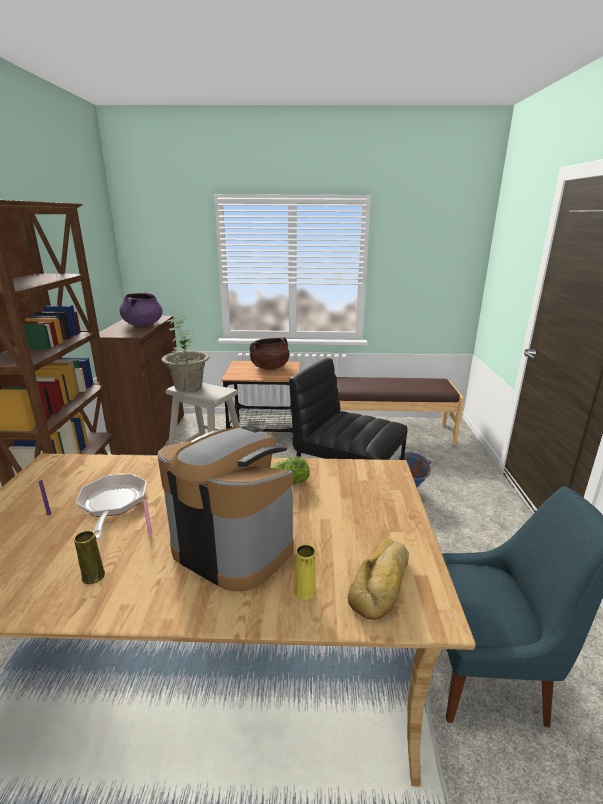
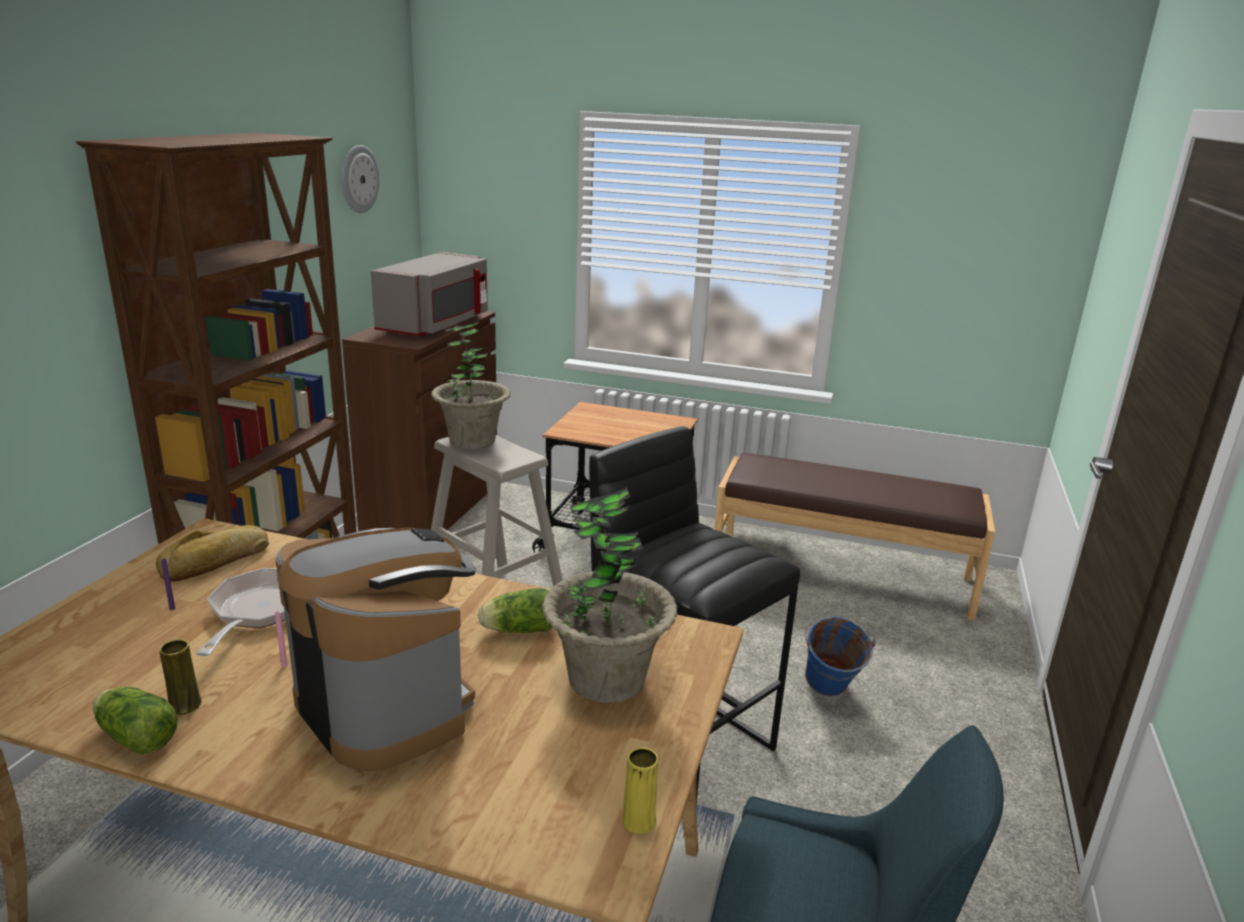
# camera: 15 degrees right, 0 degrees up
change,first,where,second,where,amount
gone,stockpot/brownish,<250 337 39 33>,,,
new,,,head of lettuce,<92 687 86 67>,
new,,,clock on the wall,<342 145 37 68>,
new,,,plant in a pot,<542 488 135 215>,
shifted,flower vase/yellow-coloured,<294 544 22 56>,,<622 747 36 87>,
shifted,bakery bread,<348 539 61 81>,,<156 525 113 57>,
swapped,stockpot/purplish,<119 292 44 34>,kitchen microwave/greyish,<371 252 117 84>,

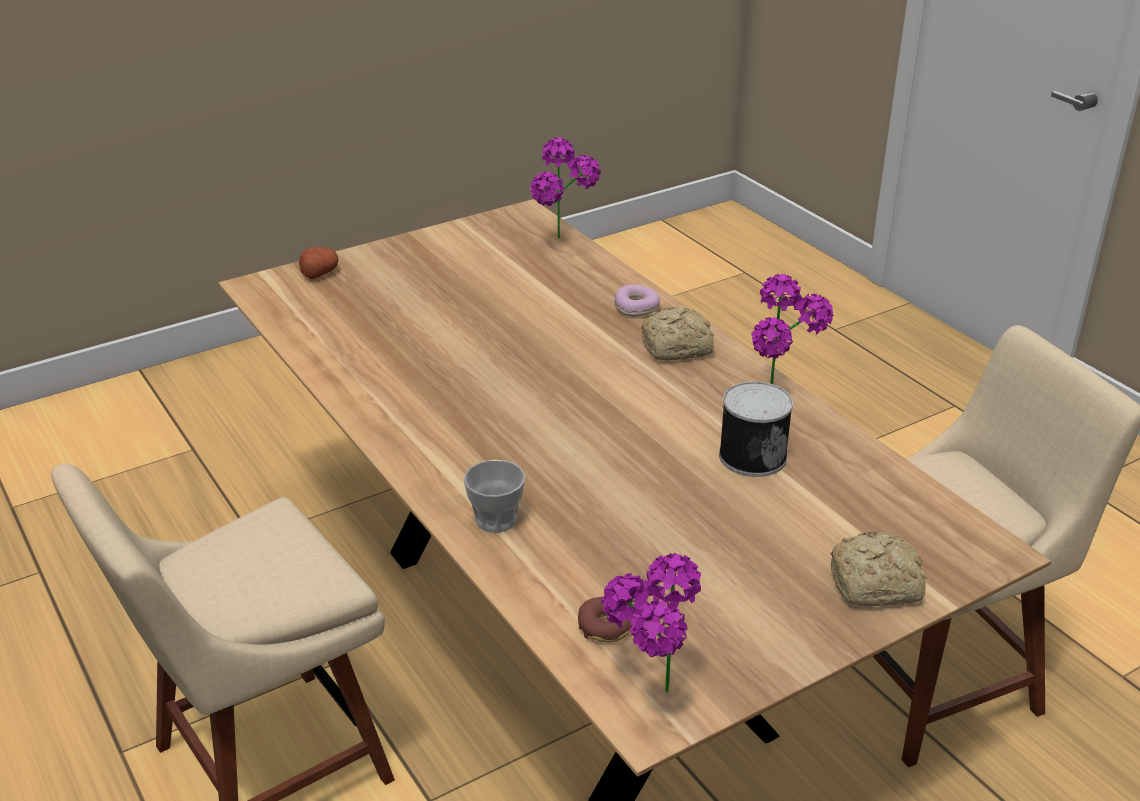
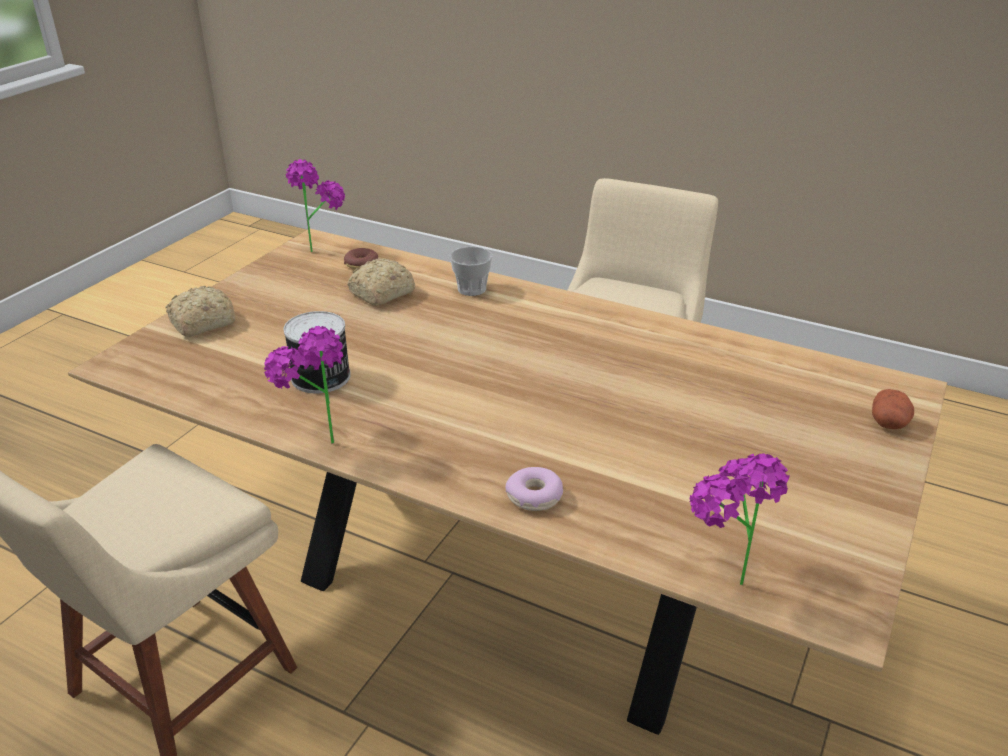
# camera: 150 degrees right, 0 degrees up
change,first,where,second,where,amount
shifted,bakery bread,<641 307 73 54>,,<348 258 67 48>,

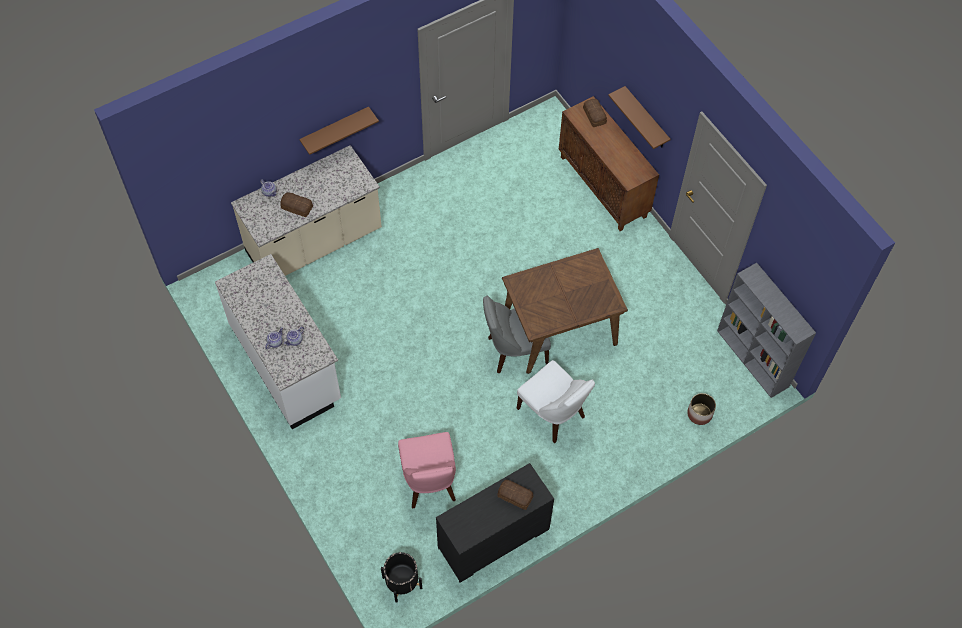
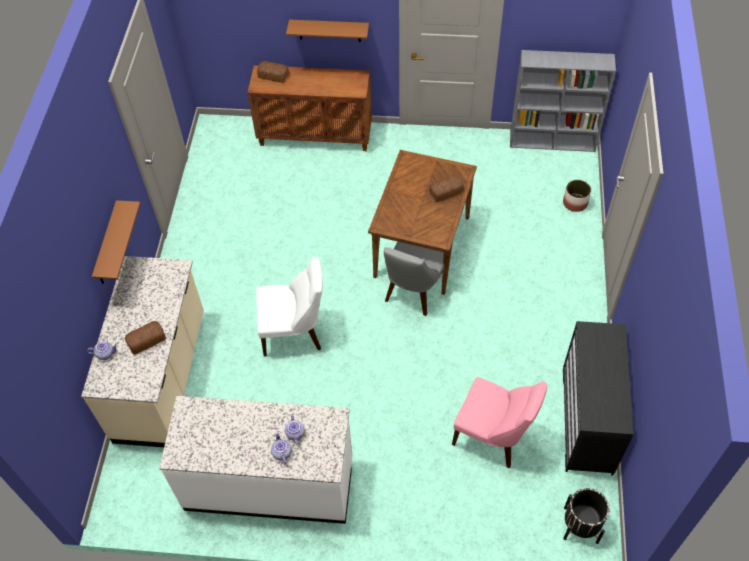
# camera: 50 degrees left, 5 degrees down
change,first,where,second,where,amount
shifted,bakery bread,<497 480 36 30>,,<429 175 35 27>,
shifted,upright chair/white,<517 360 78 83>,,<256 257 67 100>,

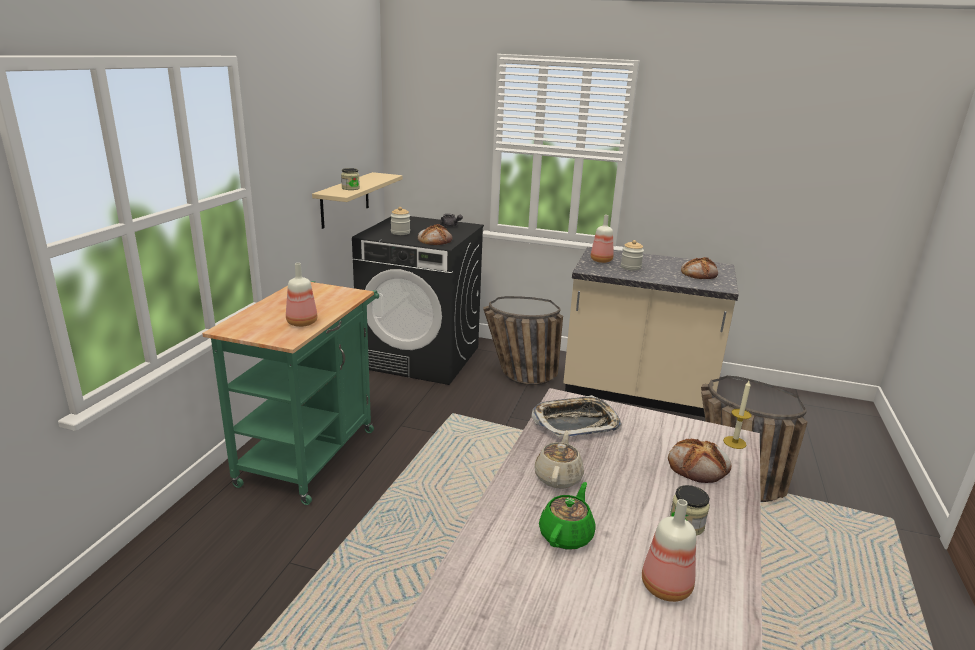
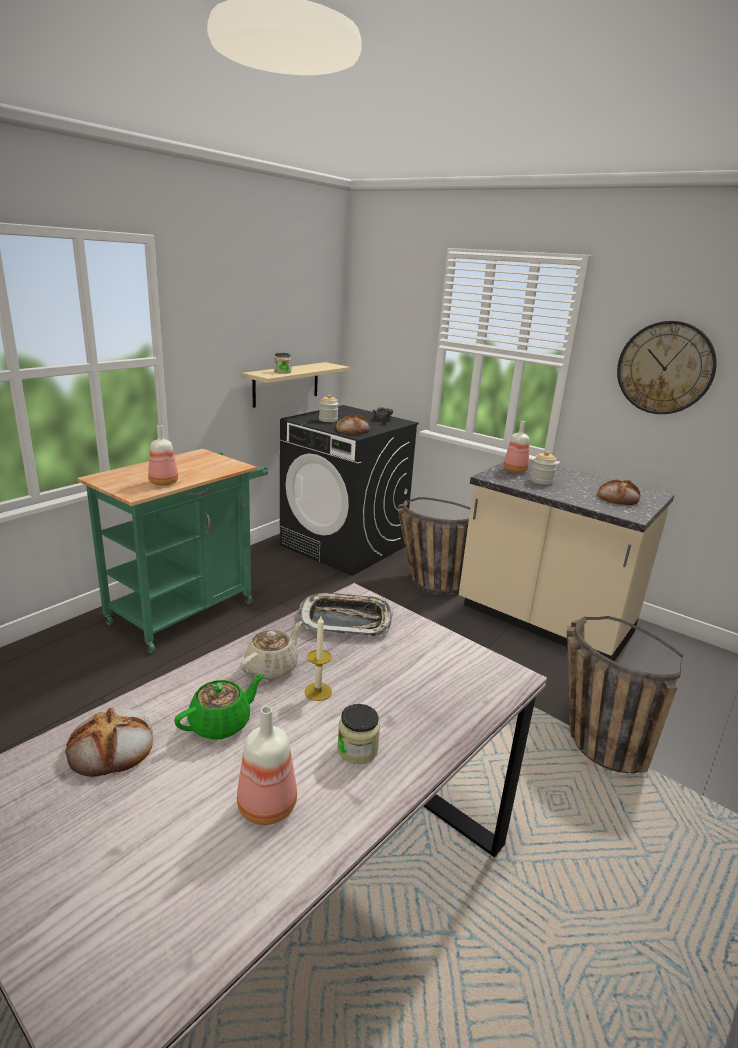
# camera: 20 degrees right, 0 degrees up
change,first,where,second,where,amount
new,,,clock on the wall,<617 321 100 93>,
shifted,bakery bread,<668 439 63 44>,,<65 708 88 69>,
shifted,candle,<723 381 29 68>,,<304 616 28 85>,

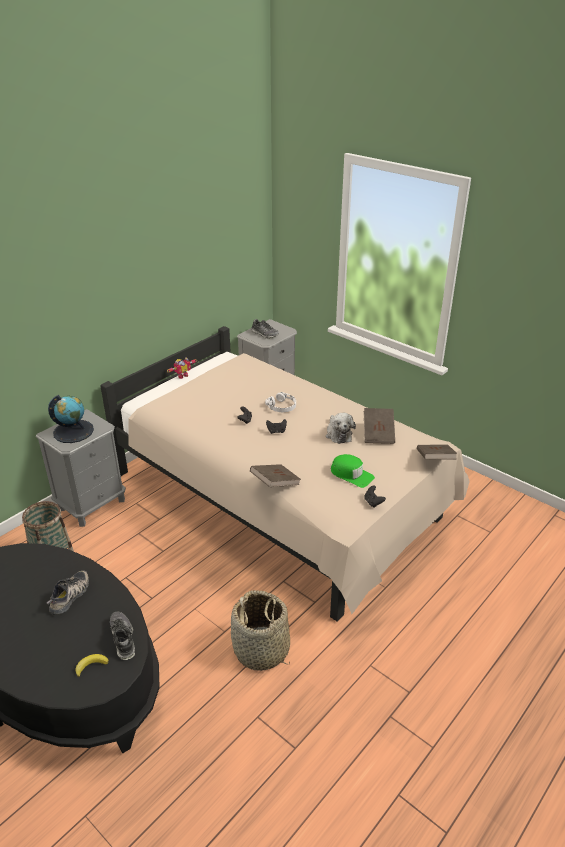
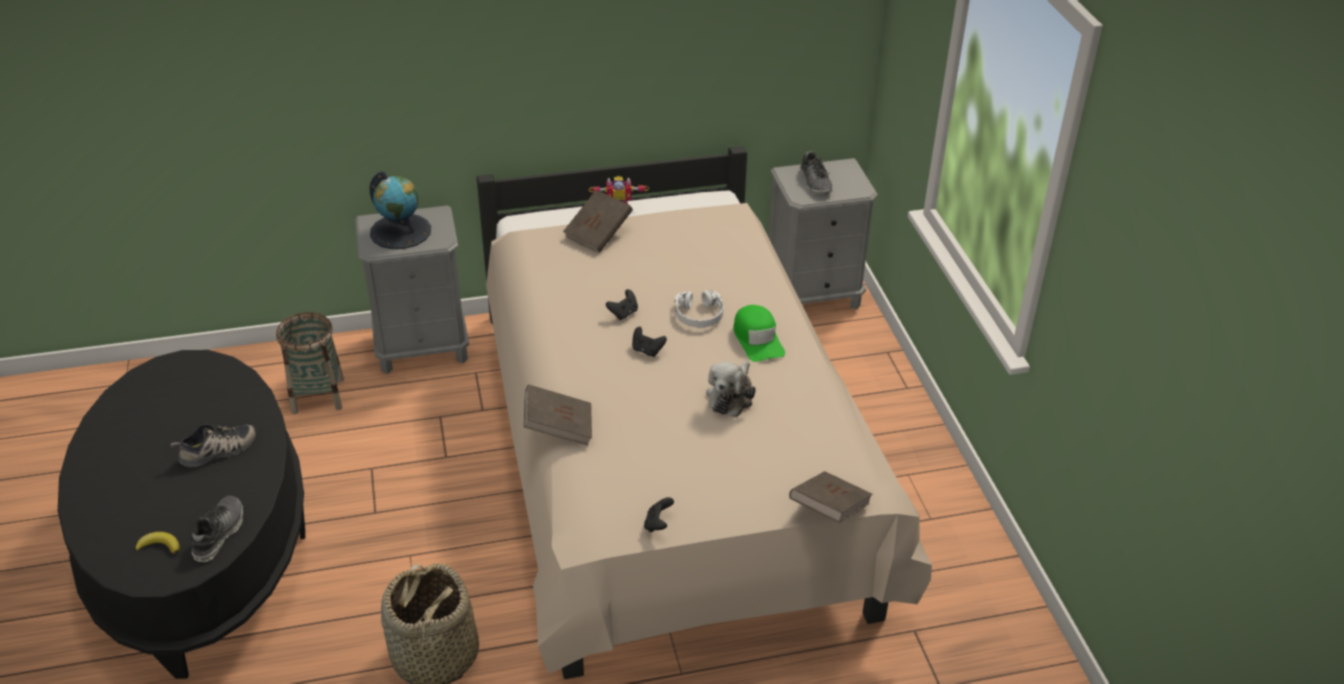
# camera: 35 degrees right, 5 degrees up
change,first,where,second,where,amount
shifted,peaked cap/greenish,<331 454 44 34>,,<734 305 51 57>,
shifted,book/brownish,<364 408 31 36>,,<563 190 70 63>,

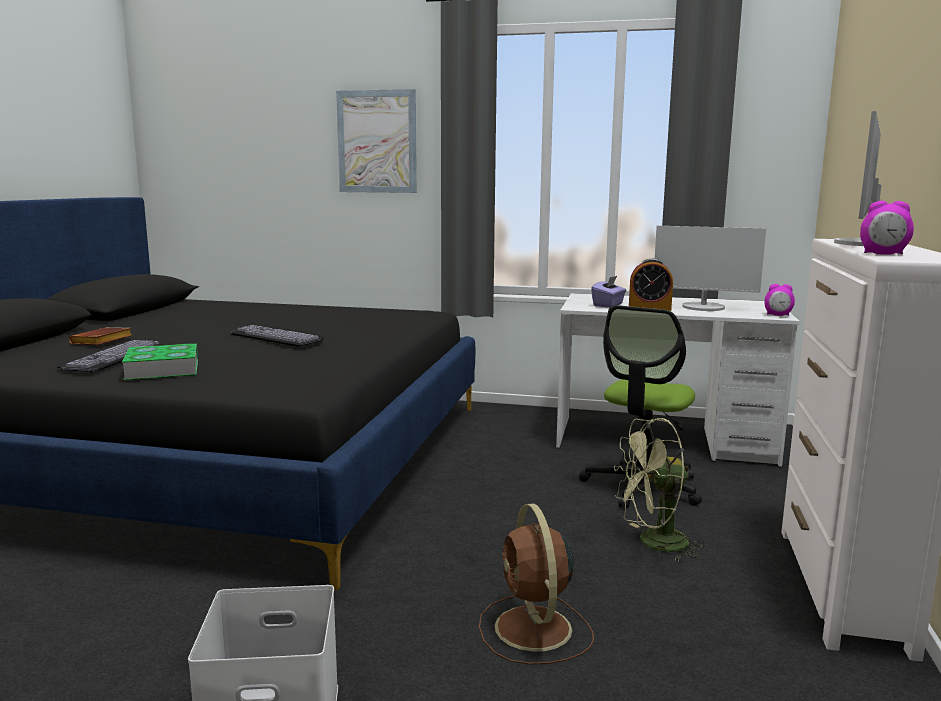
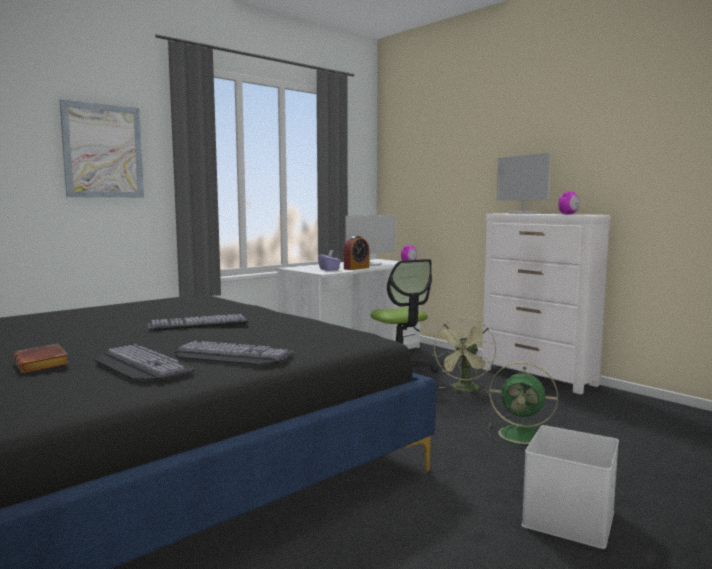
# camera: 55 degrees left, 5 degrees down
change,first,where,second,where,amount
swapped,book,<122 343 76 37>,computer keyboard,<175 341 119 24>,
repainted,fan/brownish,<479 504 115 161>,fan/greenish,<488 362 70 86>,

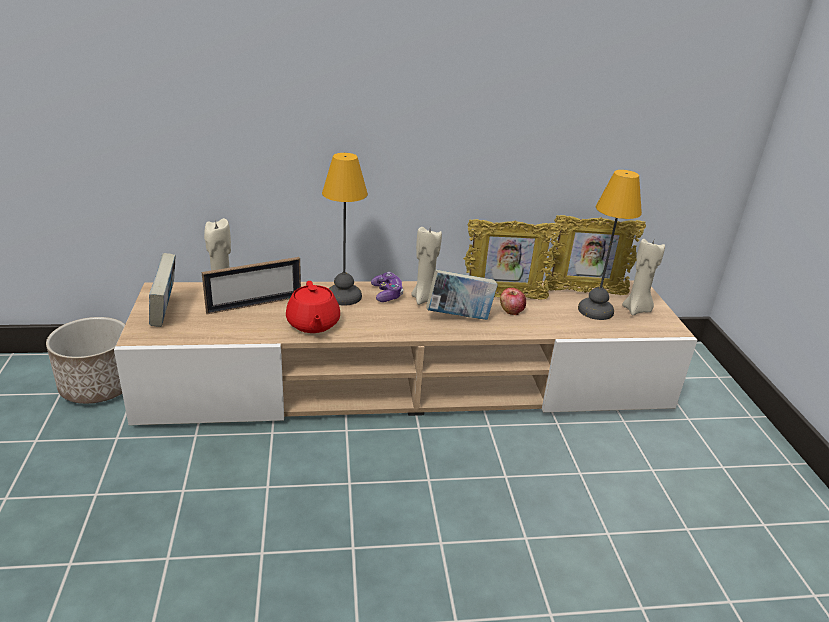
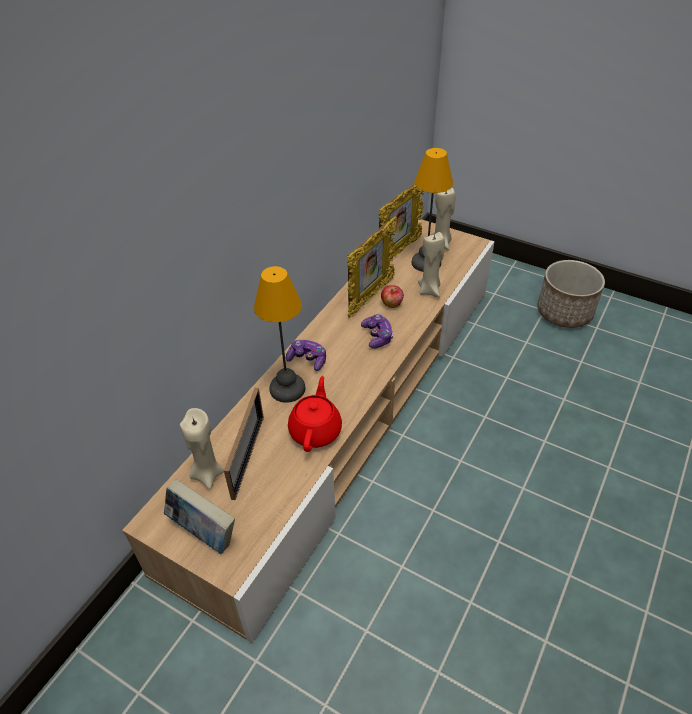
# camera: 50 degrees left, 15 degrees up
change,first,where,second,where,amount
shifted,planter,<46 317 79 87>,,<537 260 68 68>,
shifted,candle/beige,<411 227 31 78>,,<418 232 27 66>,
swapped,book,<426 269 72 51>,game controller,<361 314 33 35>,
rotated,tea pot/reddish,<286 281 54 52>,,<288 376 54 76>,105 degrees counterclockwise

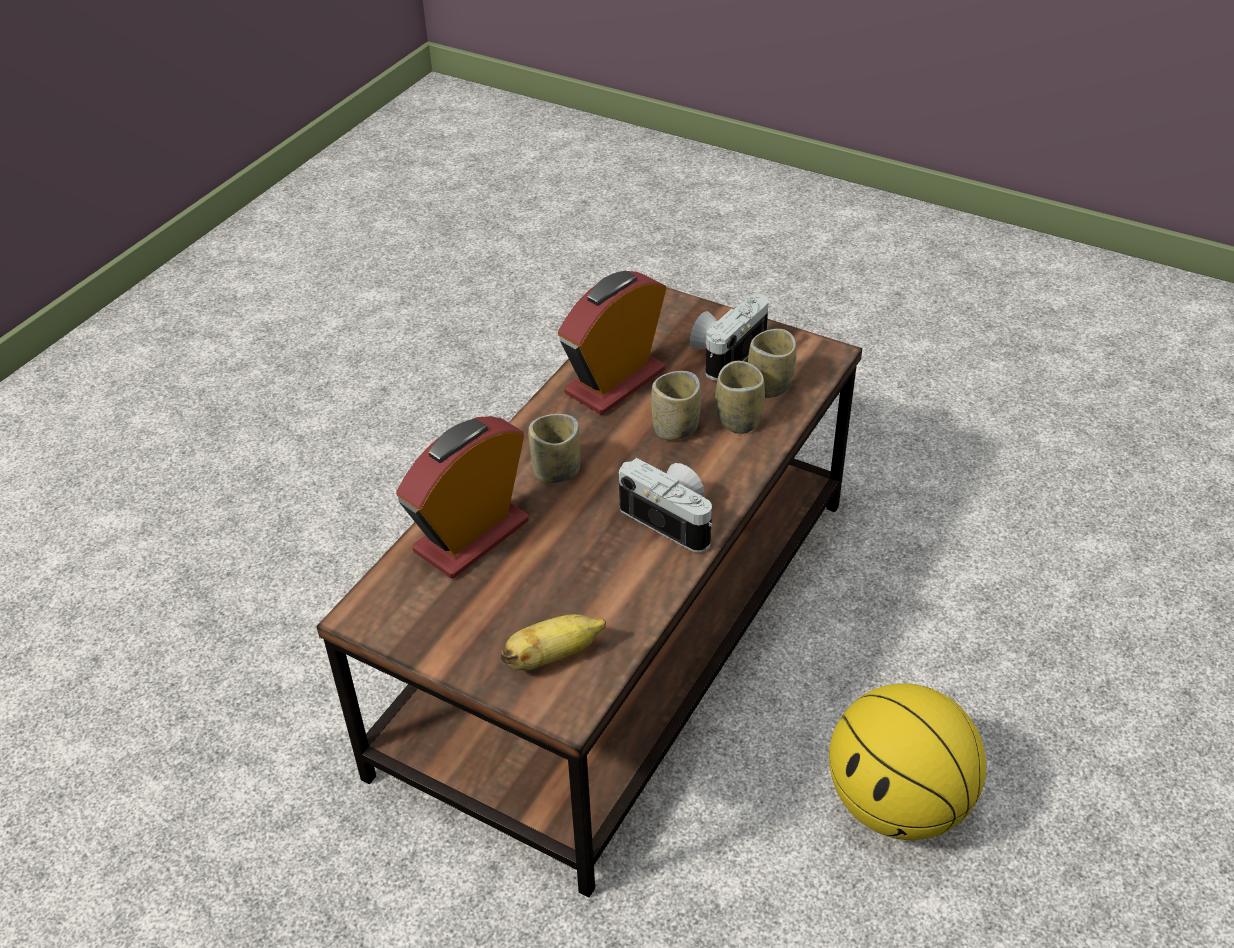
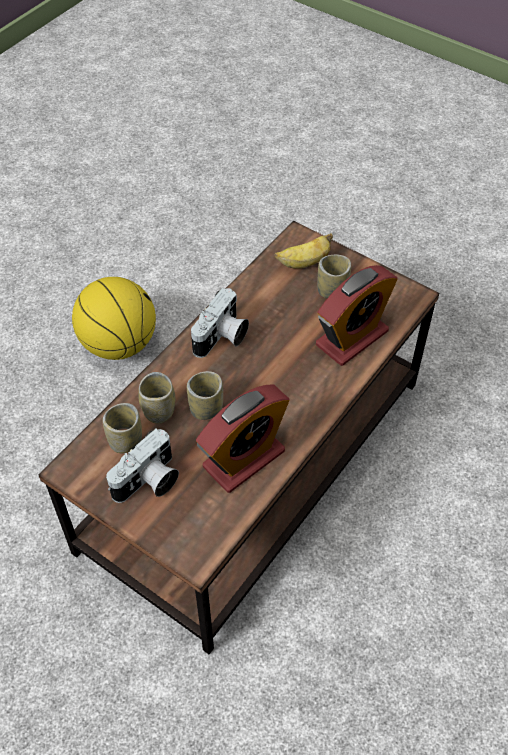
# camera: 175 degrees left, 10 degrees up
change,first,where,second,where,amount
shifted,drinking cup,<528 414 52 69>,,<317 255 34 43>,
rotated,still camera,<619 458 94 95>,,<191 288 58 70>,105 degrees counterclockwise

